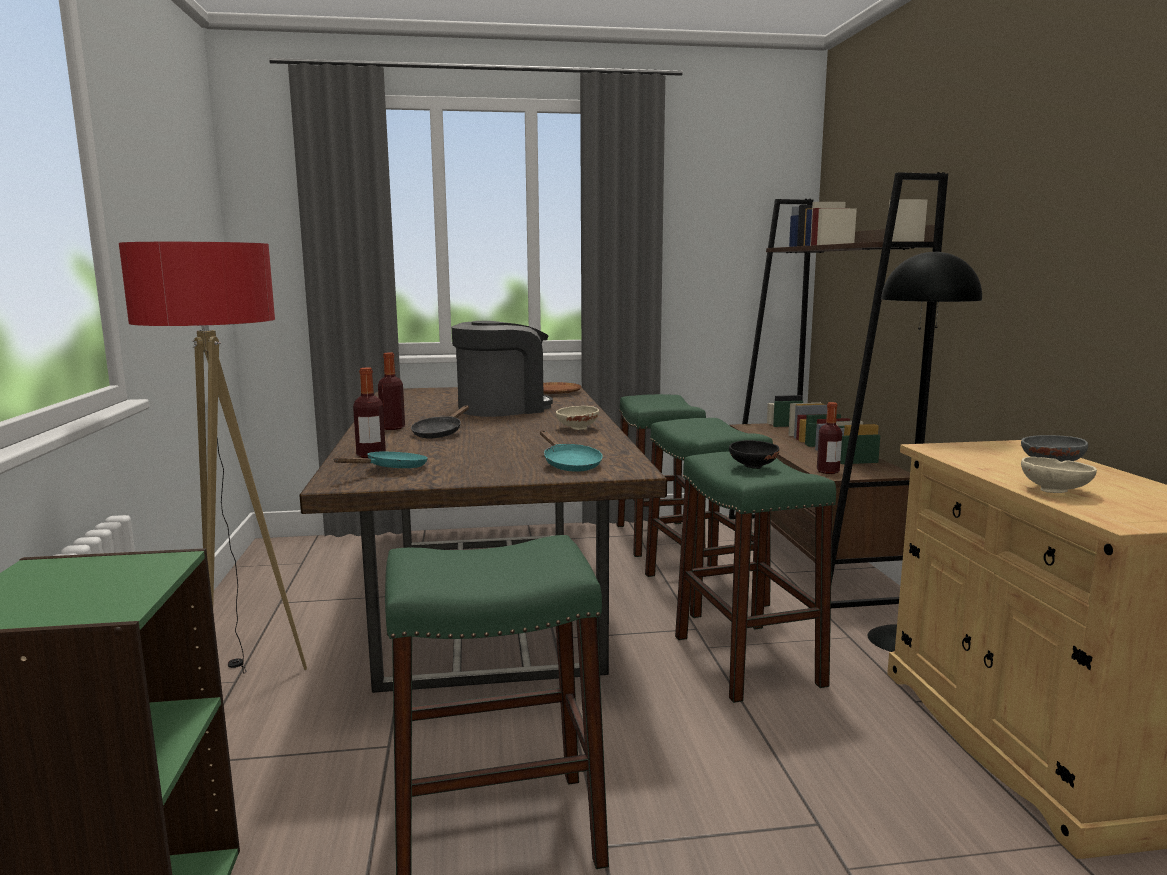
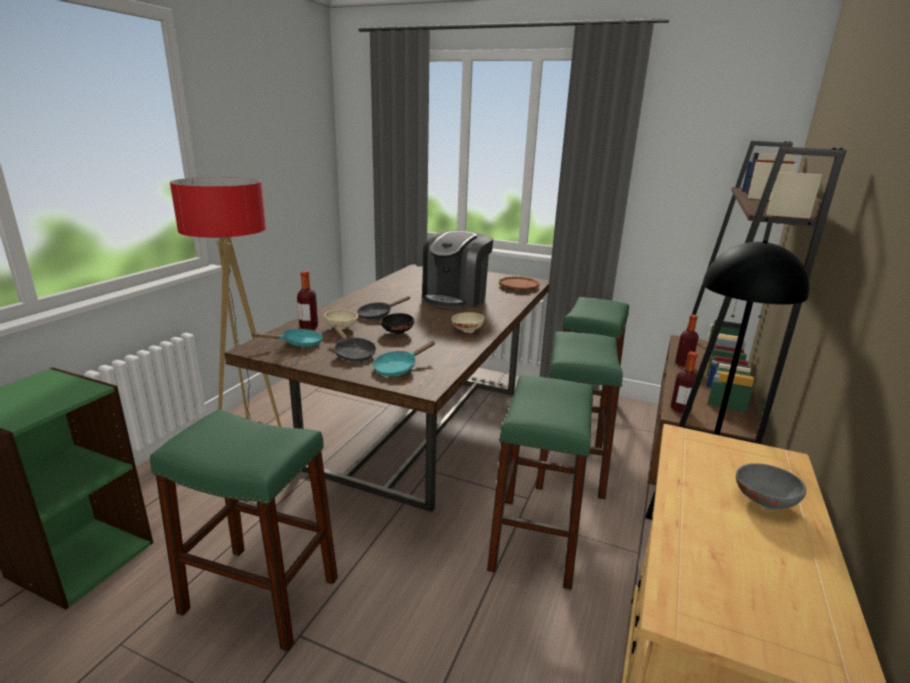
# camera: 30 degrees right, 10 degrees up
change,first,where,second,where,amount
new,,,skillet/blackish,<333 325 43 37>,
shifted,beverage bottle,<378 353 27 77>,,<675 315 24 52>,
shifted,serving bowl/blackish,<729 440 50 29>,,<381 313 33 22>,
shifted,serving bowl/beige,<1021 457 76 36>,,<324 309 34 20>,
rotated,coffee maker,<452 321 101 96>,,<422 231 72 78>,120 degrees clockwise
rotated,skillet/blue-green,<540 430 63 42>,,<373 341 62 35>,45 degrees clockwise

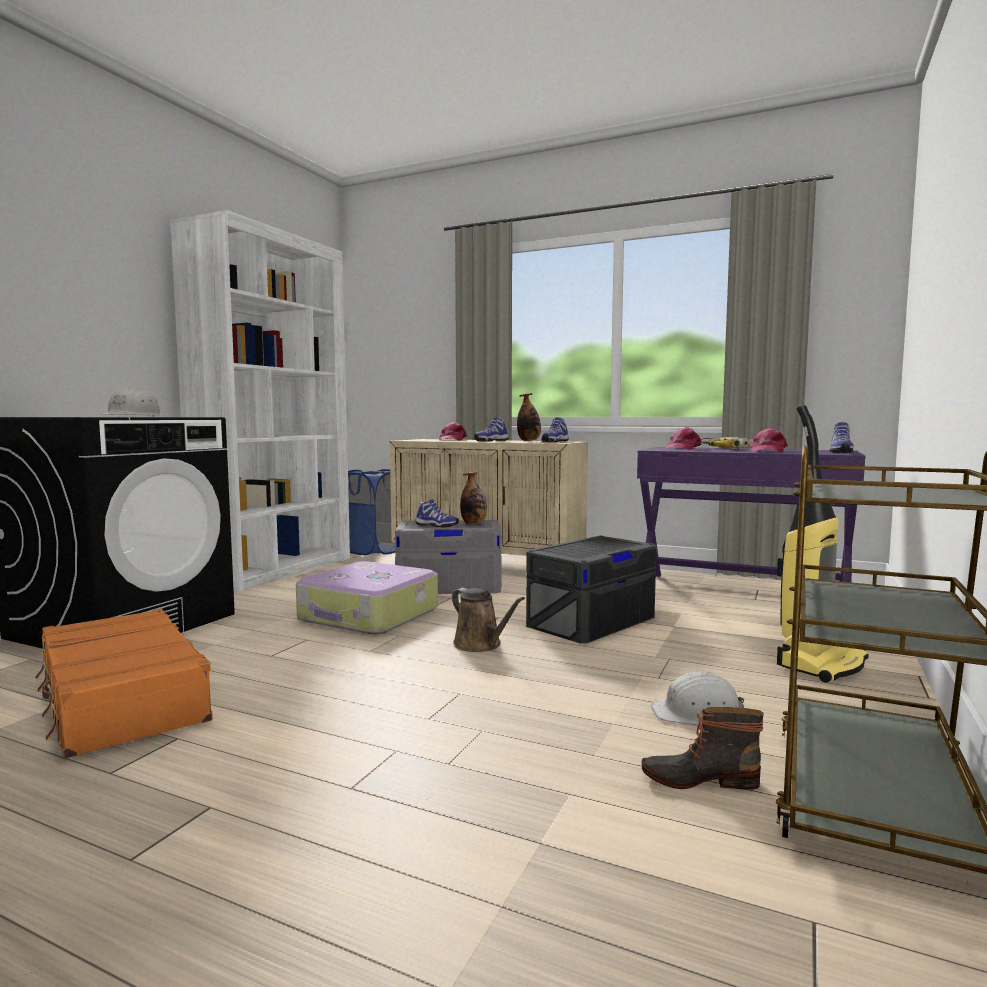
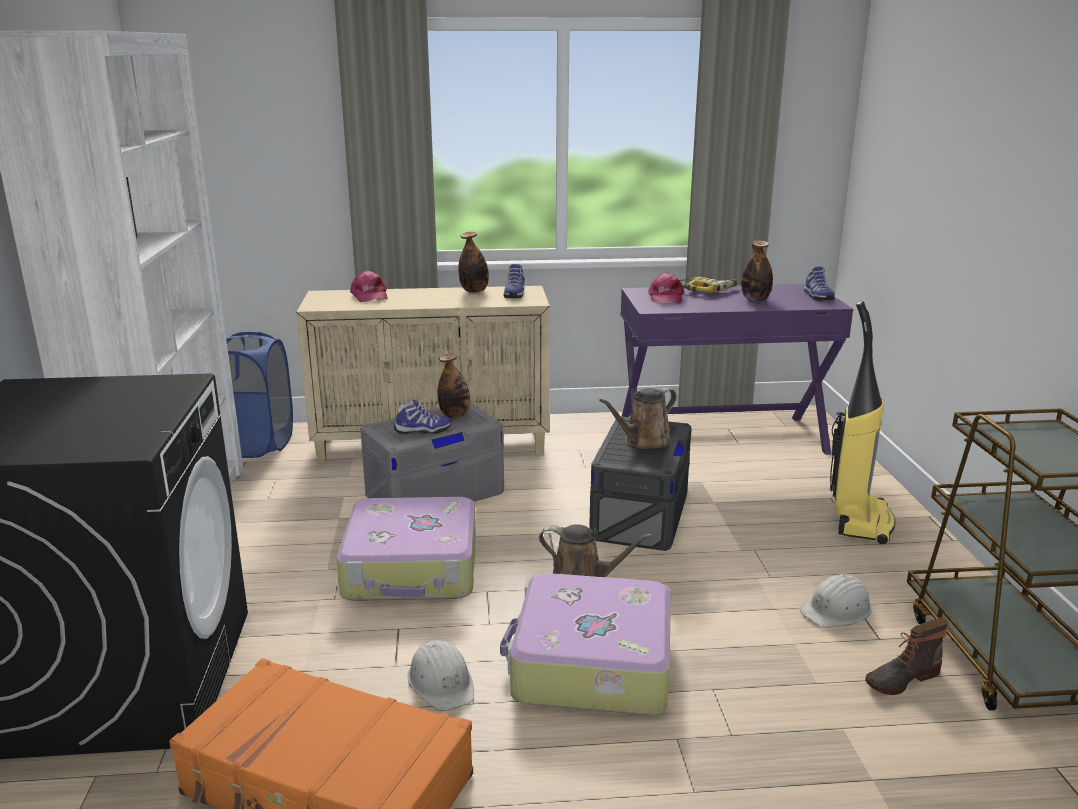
# camera: 30 degrees left, 15 degrees up
change,first,where,second,where,amount
gone,item of footwear,<474 417 35 25>,,,
new,,,suitcase,<500 573 170 142>,
new,,,watering can/brownish,<599 387 78 62>,
shifted,hard hat/white,<102 386 60 31>,,<407 640 67 71>,
swapped,peaked cap/pink,<750 428 38 24>,beverage bottle,<741 240 32 62>,

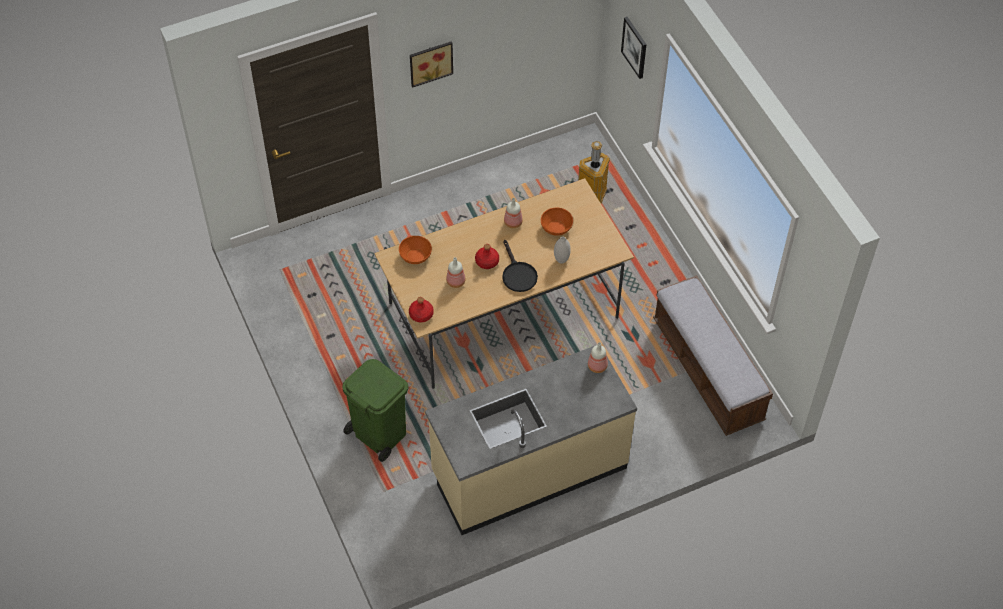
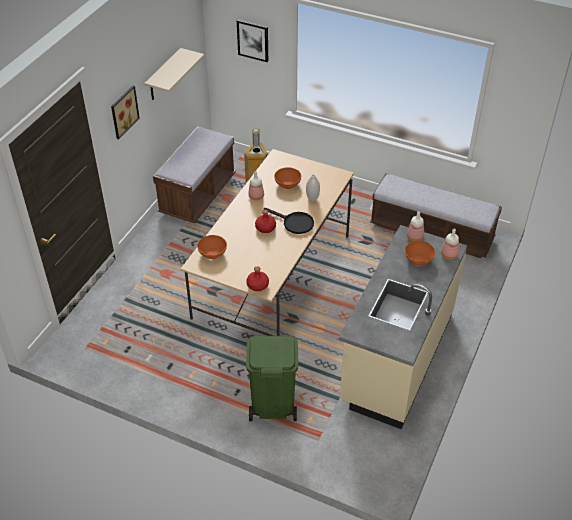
# camera: 40 degrees left, 10 degrees down
change,first,where,second,where,amount
new,,,bracket shelf/beige,<144 48 60 52>,
new,,,long seat/brownish,<153 126 83 98>,
new,,,serving bowl/orange-coloured,<405 241 30 25>,
shifted,beverage bottle,<446 257 19 31>,,<441 229 18 31>,

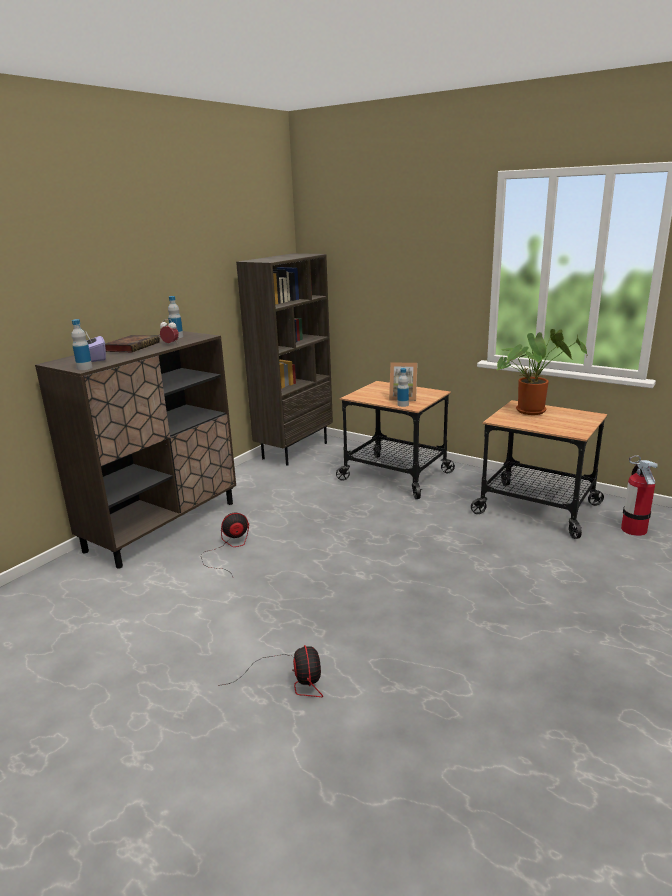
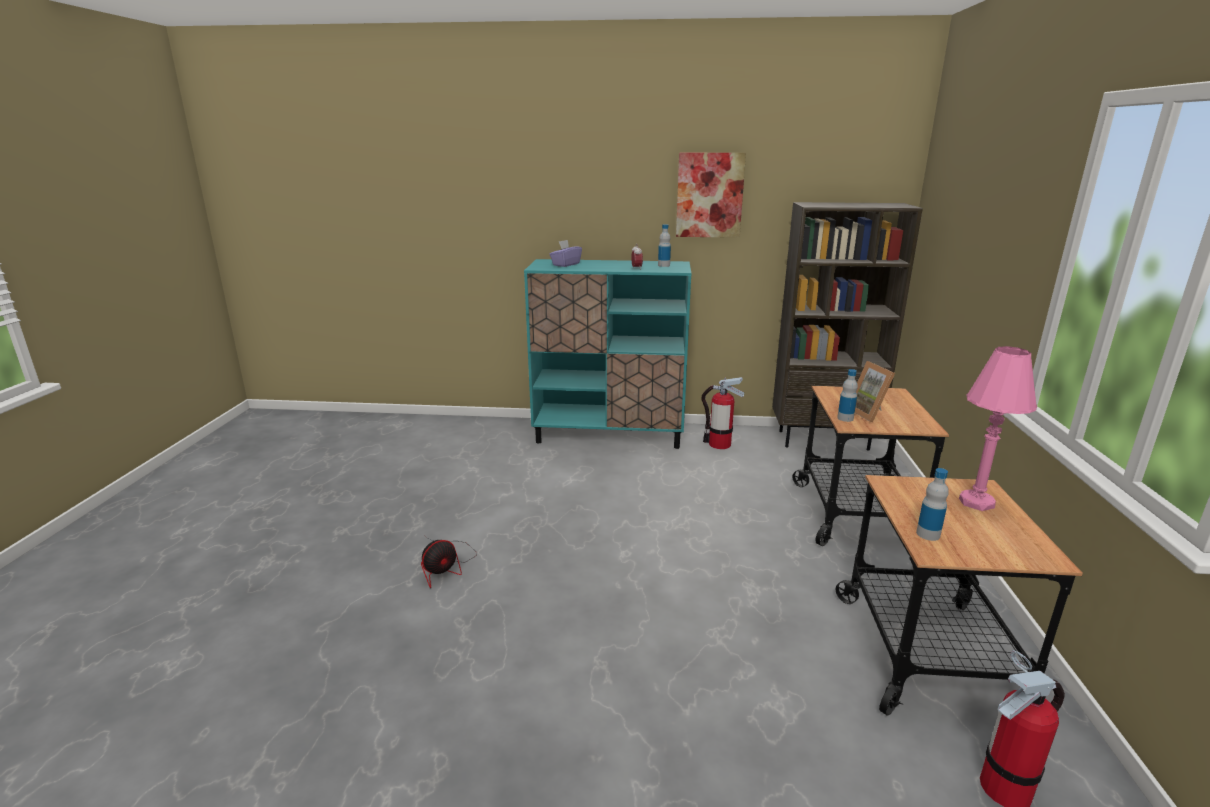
# camera: 60 degrees right, 0 degrees up
change,first,where,second,where,amount
gone,book,<105 335 55 17>,,,
gone,fan,<201 513 48 64>,,,
new,,,wall art,<676 153 70 85>,
new,,,fire extinguisher,<701 377 43 72>,
shifted,beverage bottle,<71 319 22 51>,,<916 468 33 73>,
swapped,plant in a pot,<496 329 91 86>,table lamp/pink,<959 346 78 165>,
repainted,cupboard/brownish,<35 331 201 238>,cupboard/blue-green,<524 259 167 190>,

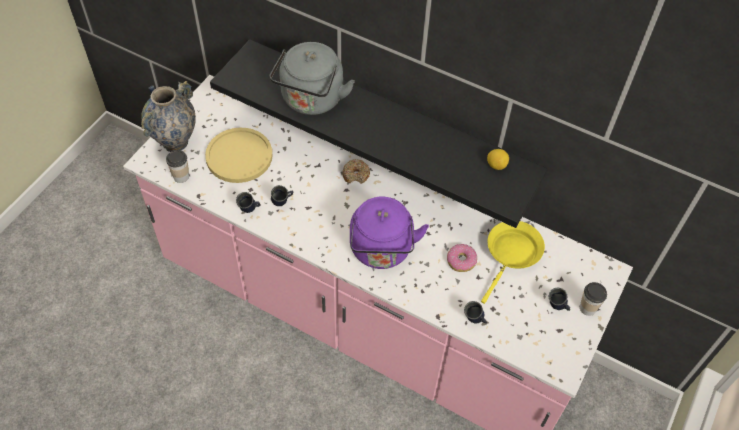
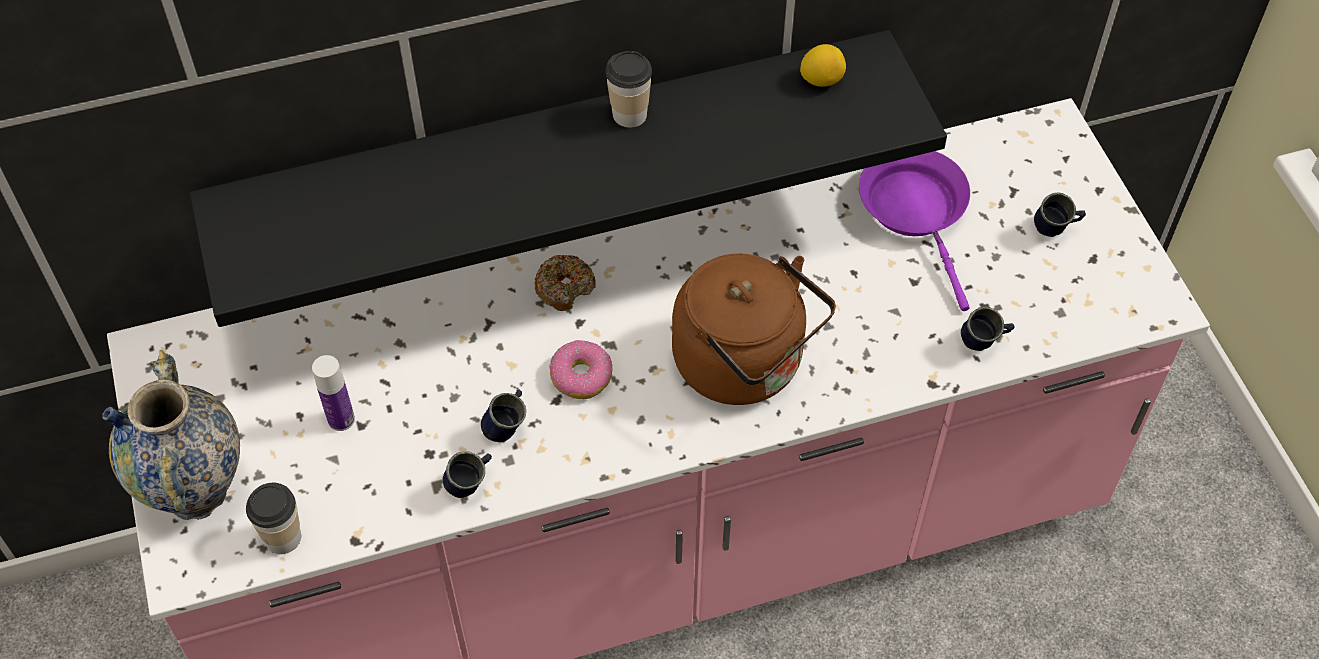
# camera: 45 degrees left, 0 degrees up
change,first,where,second,where,amount
gone,kettle/greyish,<270 42 85 73>,,,
shifted,donut,<447 244 30 28>,,<549 340 63 59>,
shifted,drinking cup,<580 282 27 34>,,<605 51 47 77>,
swapped,flat dish/yellow-coloured,<205 128 68 55>,beverage bottle,<312 355 43 76>,
repainted,kettle/purplish,<350 197 79 72>,kettle/brownish,<672 254 164 151>,
repainted,skillet/yellow-coloured,<481 221 64 83>,skillet/purplish,<859 151 111 160>,

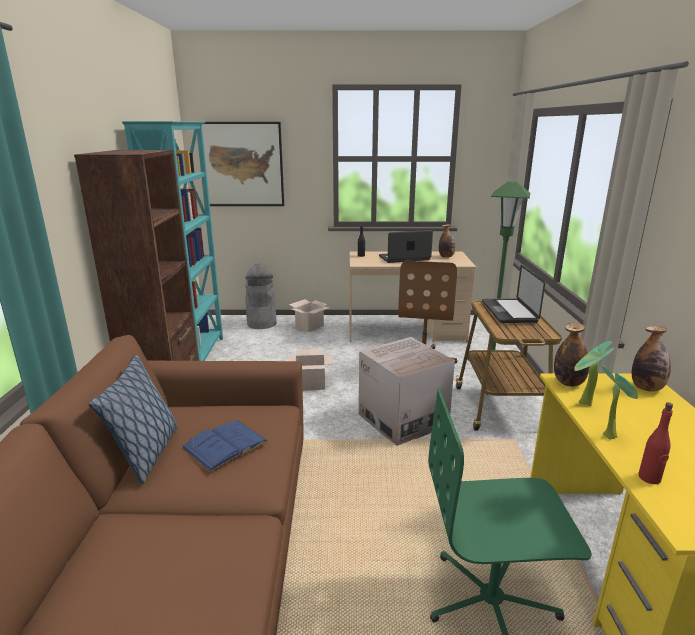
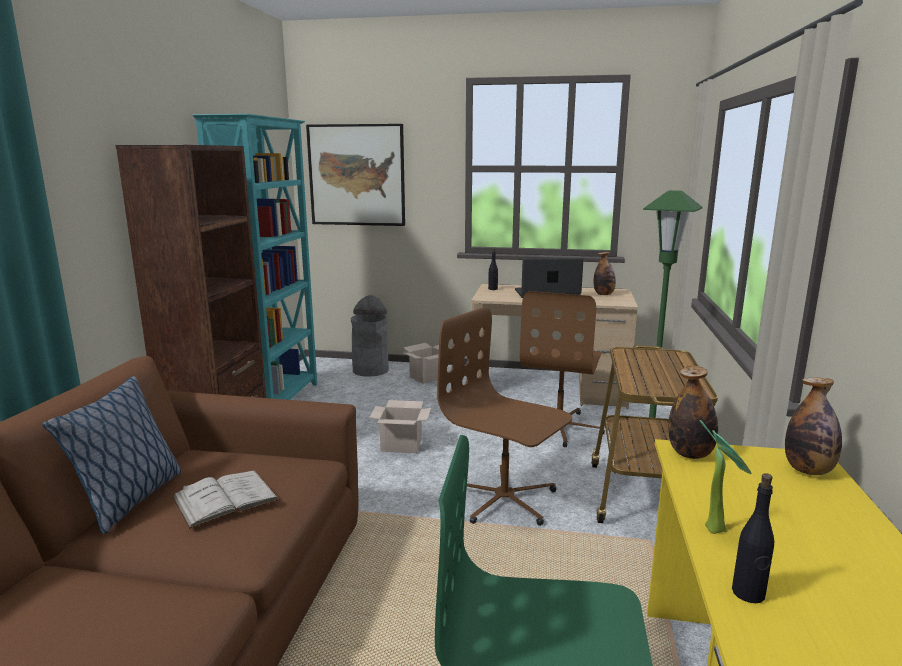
# camera: 10 degrees right, 5 degrees down
change,first,where,second,where,amount
gone,laptop,<482 265 63 58>,,,
gone,plant in a pot,<574 341 40 65>,,,
swapped,cardboard box,<359 337 96 109>,office chair/brownish,<437 307 135 219>,
repainted,book/blue-coloured,<181 420 87 52>,book/white,<172 471 107 58>,
repainted,beverage bottle/reddish,<638 402 35 82>,beverage bottle/blackish,<732 473 42 130>,

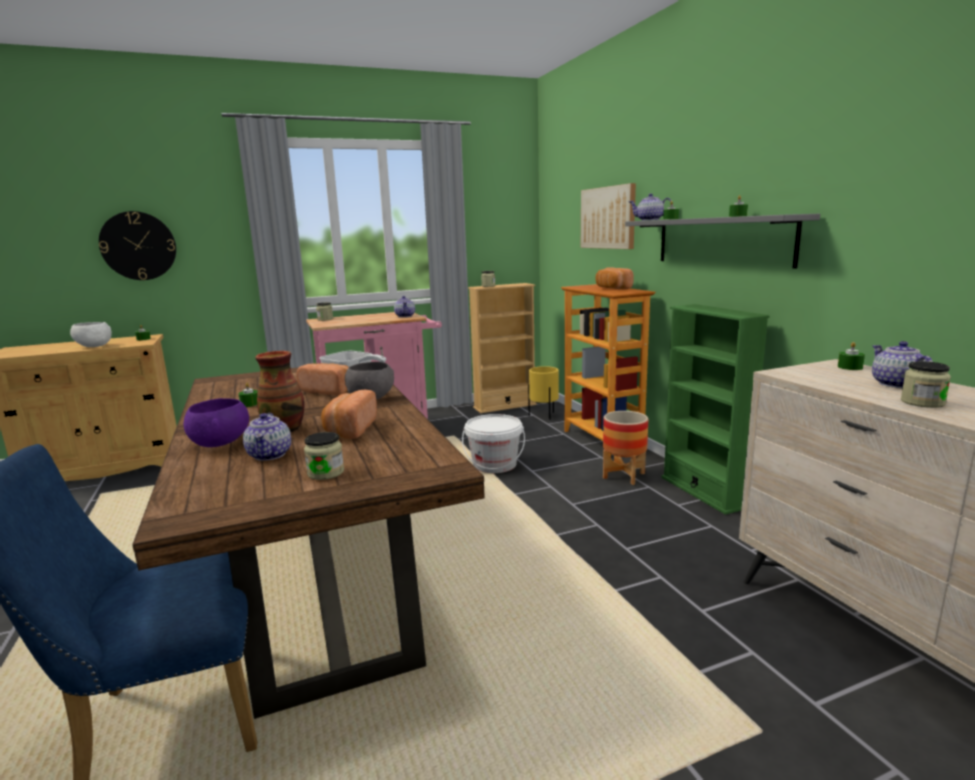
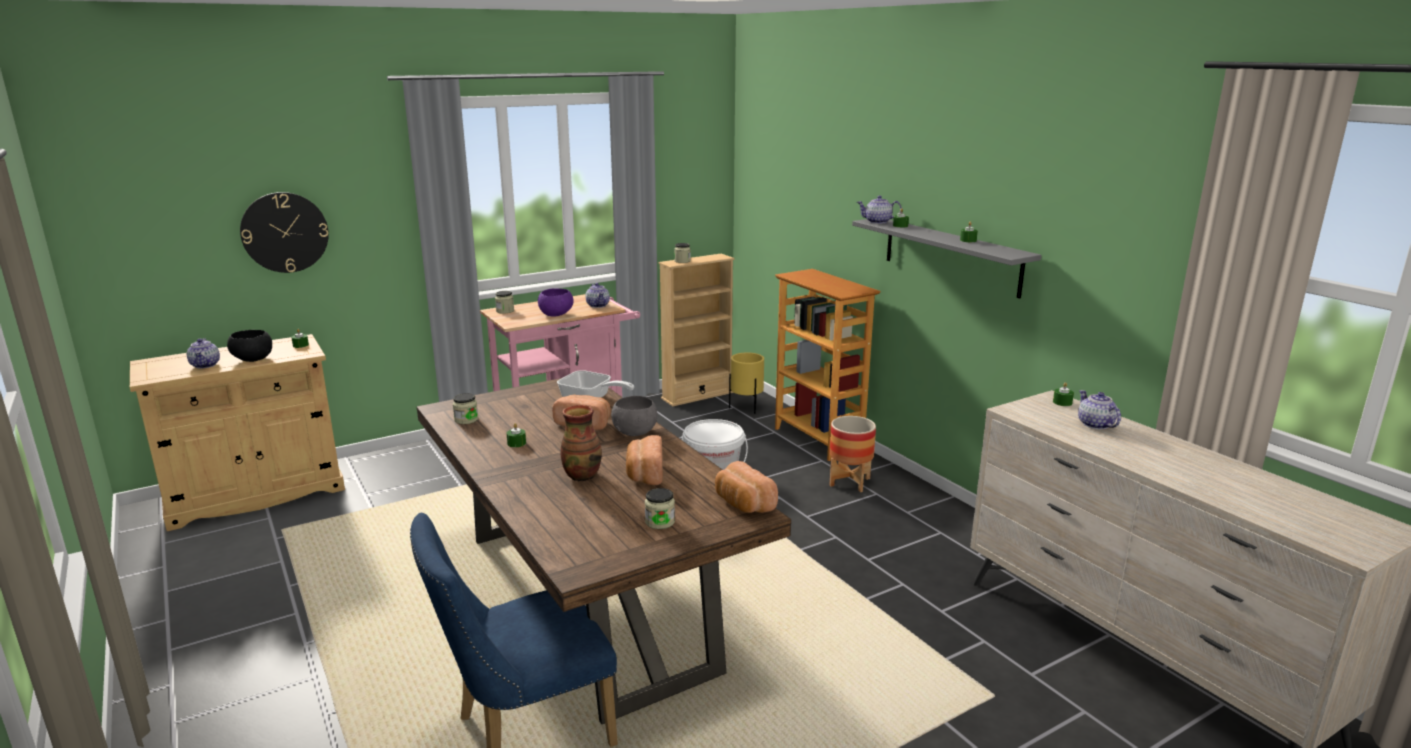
# camera: 10 degrees left, 5 degrees up
change,first,where,second,where,amount
gone,wall art,<581 183 55 66>,,,
gone,bookcase/greenish,<661 304 109 211>,,,
shifted,serving bowl/purplish,<184 398 65 49>,,<538 288 36 29>,
shifted,tea pot,<243 413 48 48>,,<187 338 33 31>,
shifted,bakery bread,<595 267 39 22>,,<715 461 63 52>,
shifted,preserve jar,<901 361 50 47>,,<453 393 26 31>,
repainted,serving bowl/white,<70 322 42 25>,serving bowl/blackish,<227 330 45 32>,

